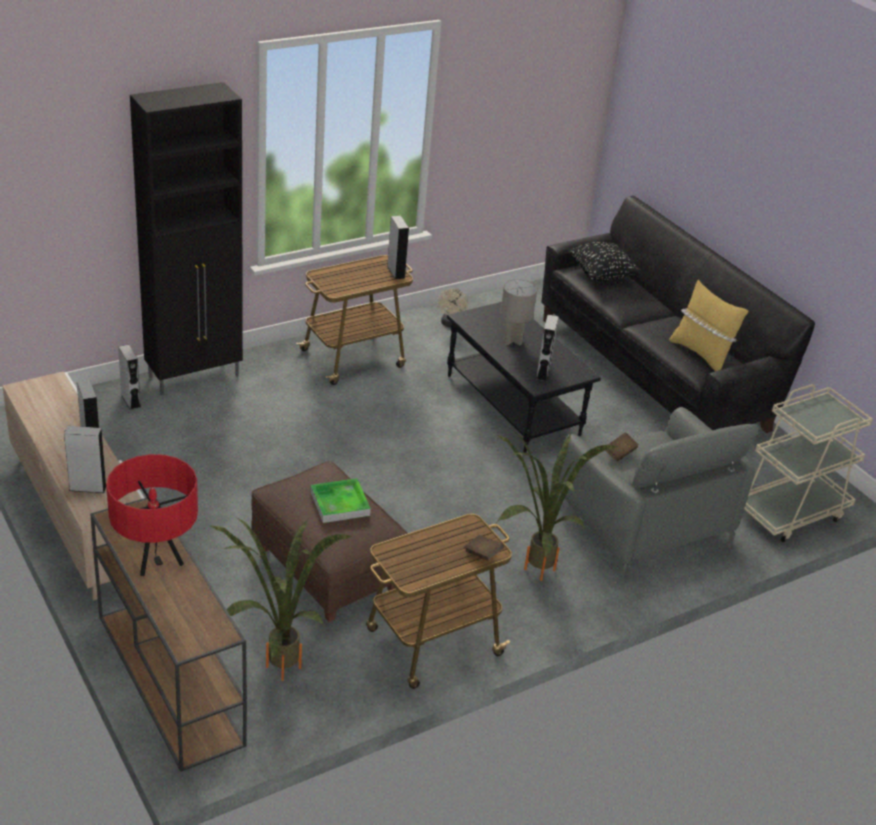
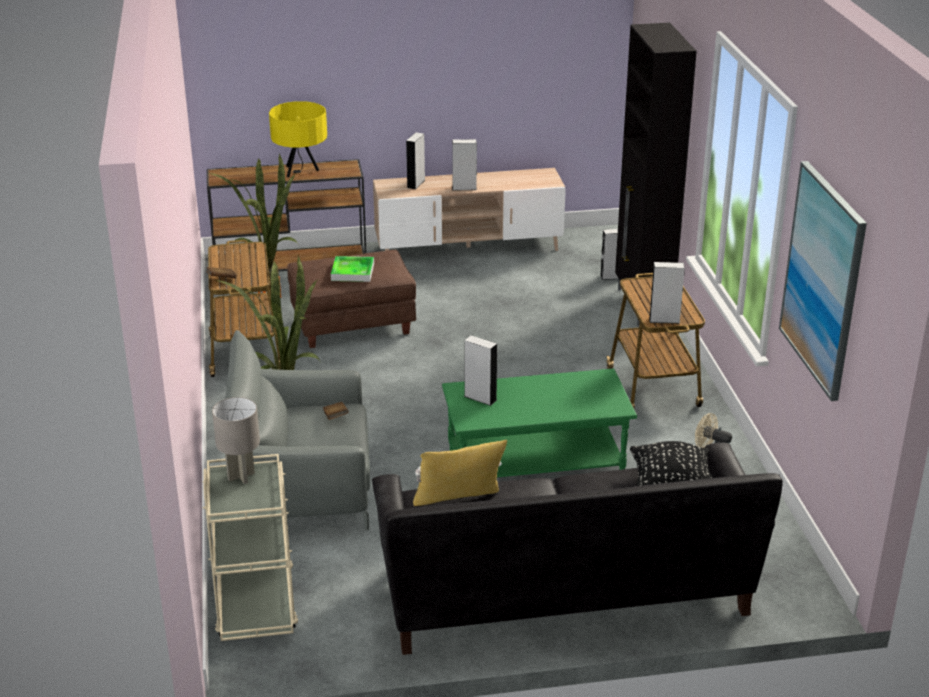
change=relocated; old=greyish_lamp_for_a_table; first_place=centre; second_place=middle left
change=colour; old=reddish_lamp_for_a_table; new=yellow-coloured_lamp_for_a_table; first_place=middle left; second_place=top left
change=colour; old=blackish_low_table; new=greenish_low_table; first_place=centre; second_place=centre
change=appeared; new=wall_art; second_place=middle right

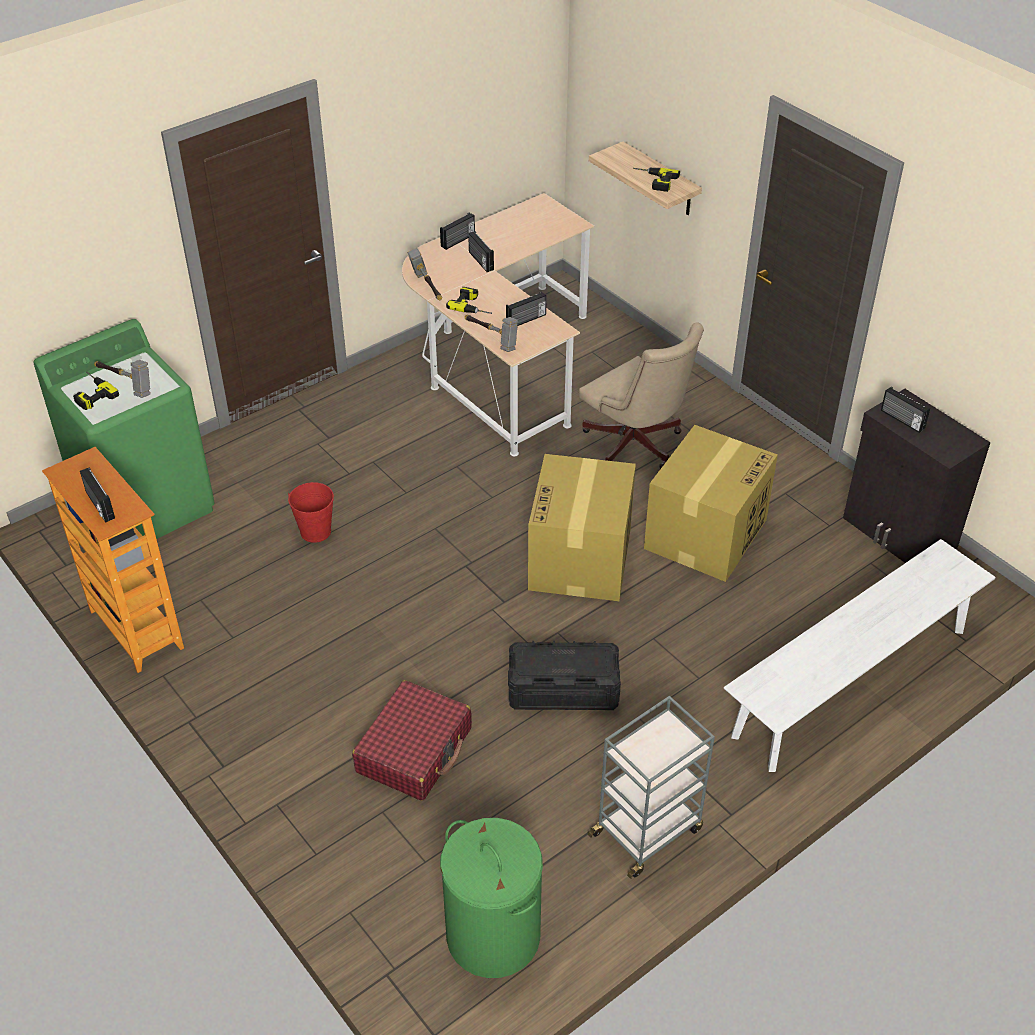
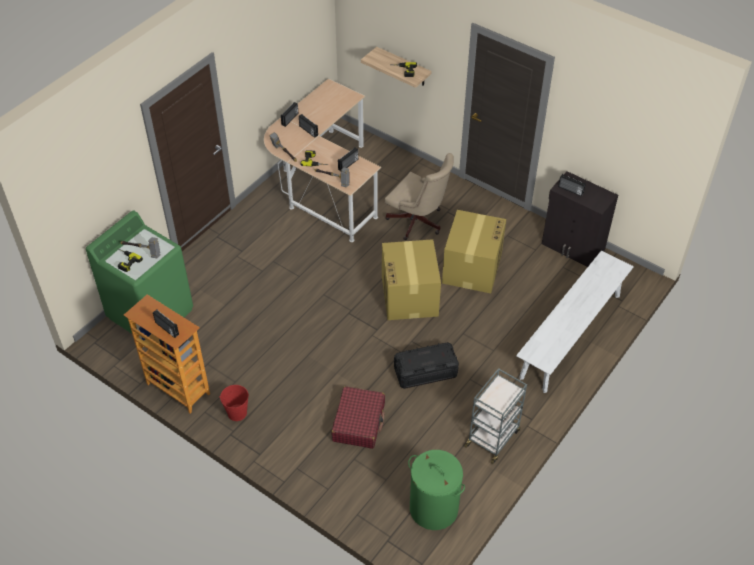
change=relocated; old=reddish_bucket; first_place=middle left; second_place=bottom left

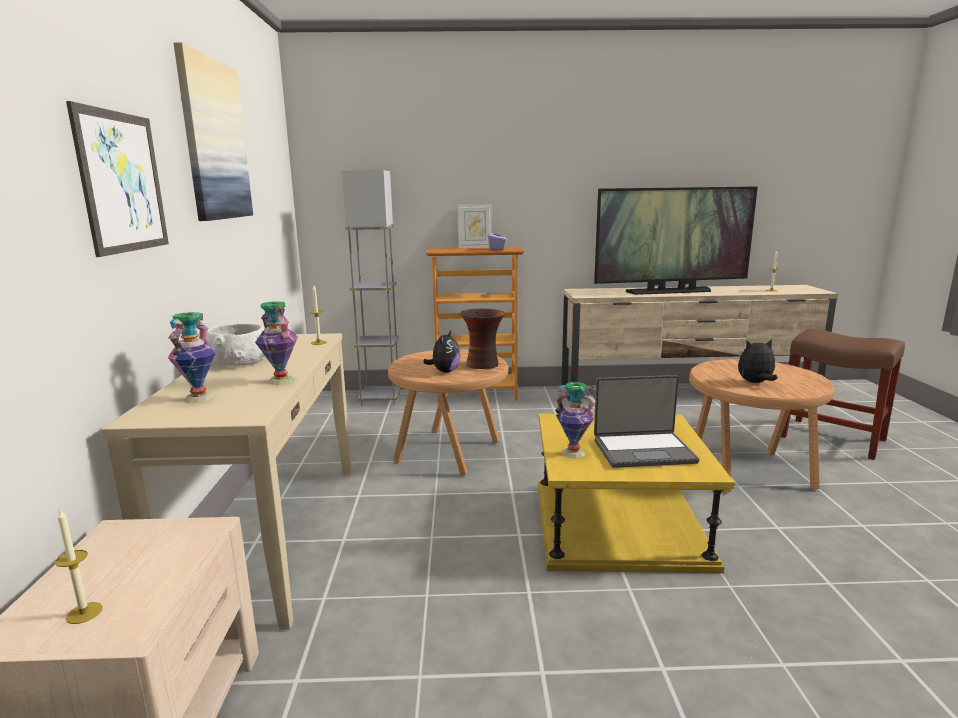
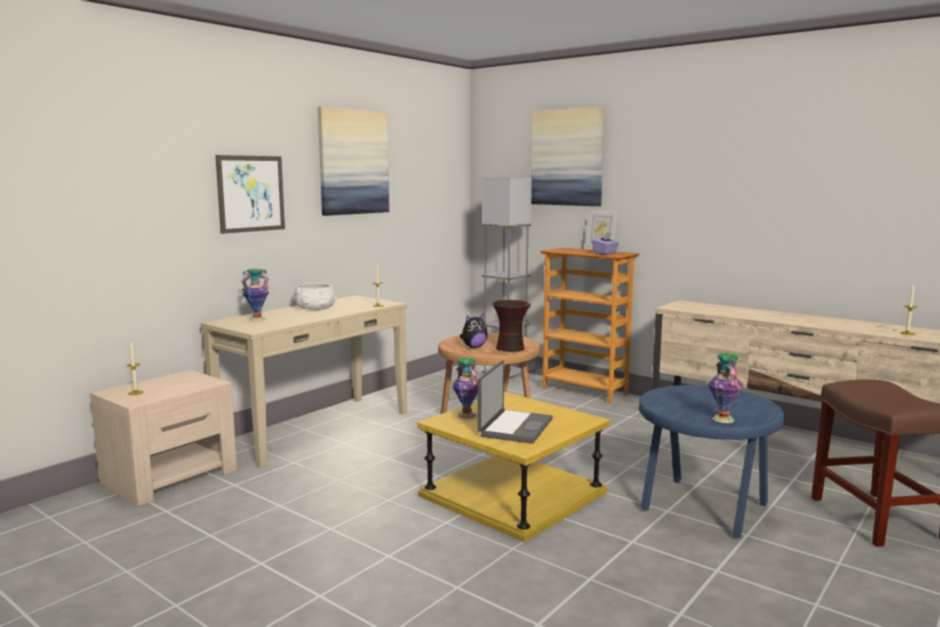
change=spun; old=notebook_computer; first_place=middle right; second_place=centre; degrees=-105
change=appeared; new=wall_art (no. 3 from left); second_place=top centre
change=colour; old=brown_end_table (no. 2 from left); new=bluish_end_table; first_place=middle right; second_place=bottom right
change=relocated; old=decorative_vase (no. 2 from left in the first image); new=decorative_vase (no. 4 from left); first_place=middle left; second_place=middle right
change=missing; old=TV; first_place=middle right
change=missing; old=soft_toy (no. 2 from left); first_place=middle right

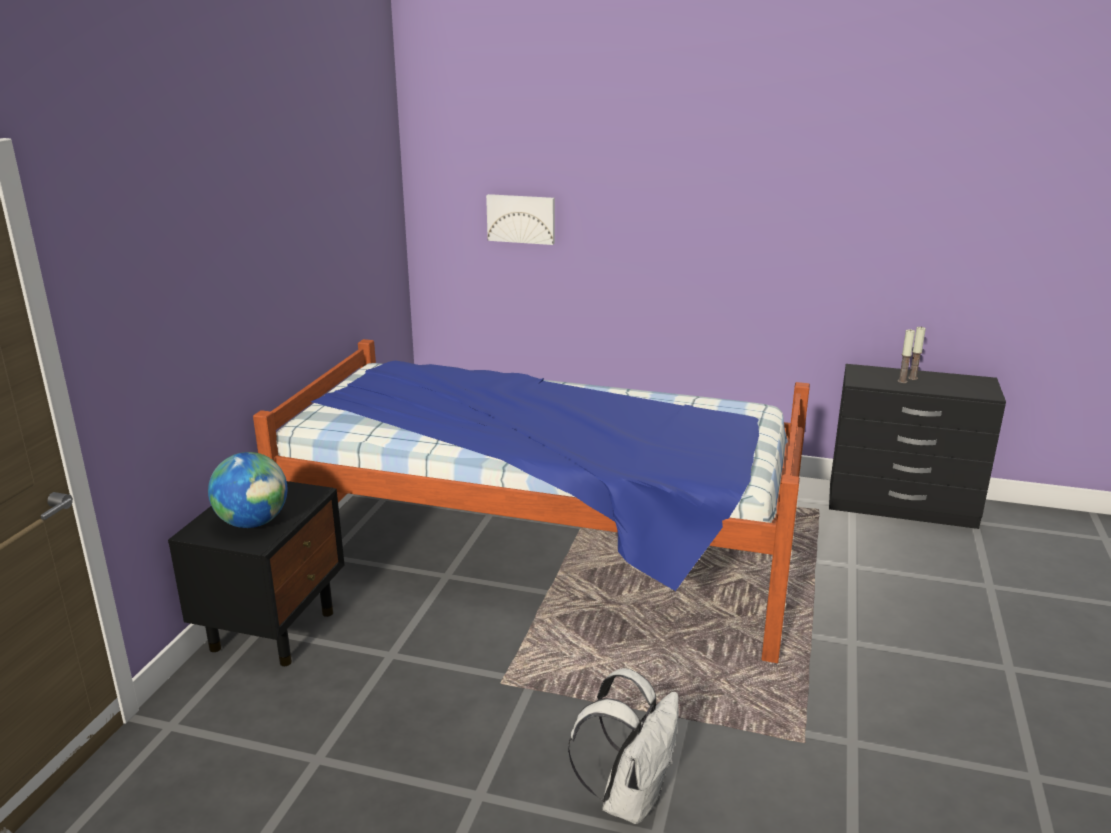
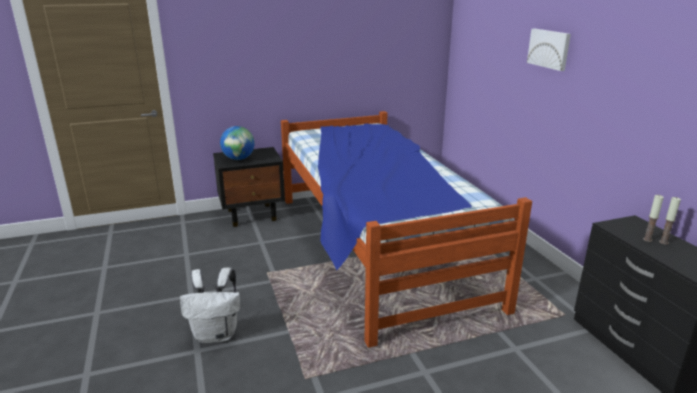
change=relocated; old=wall_art; first_place=top centre; second_place=top right

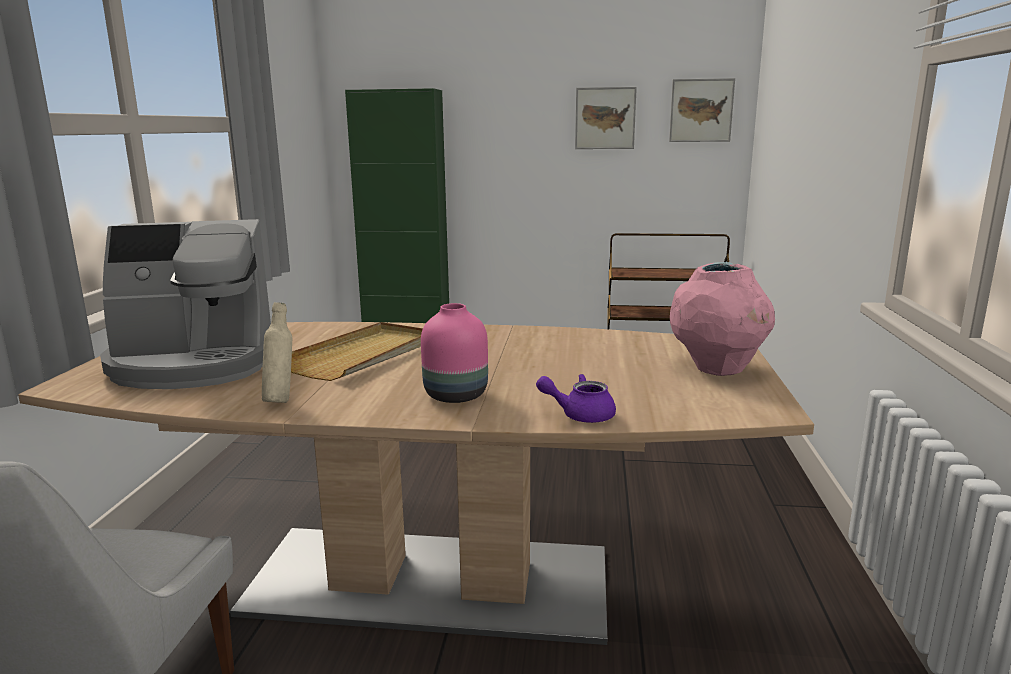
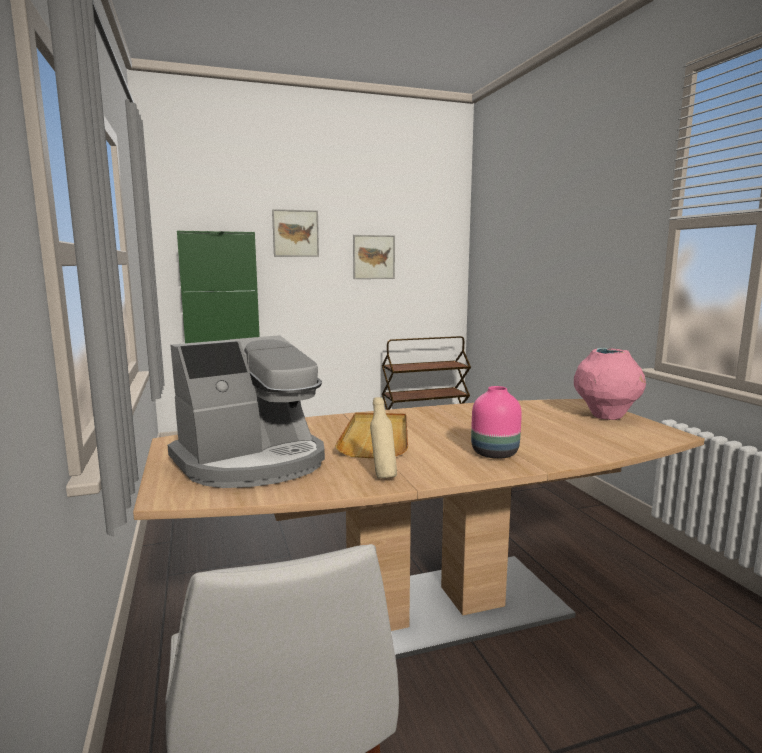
change=relocated; old=wall_art (no. 2 from left in the first image); new=wall_art (no. 1 from left); first_place=top right; second_place=top centre
change=missing; old=purplish_tea_pot; first_place=centre

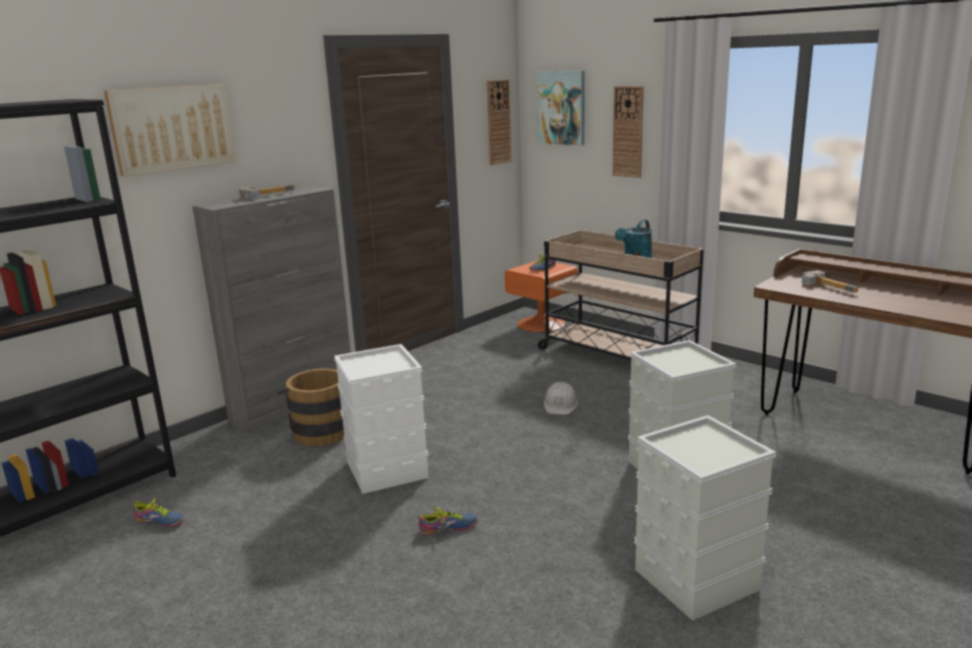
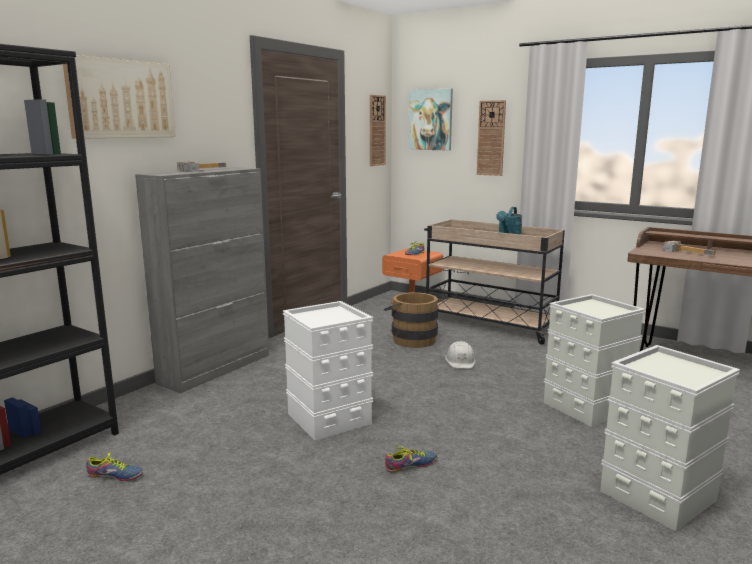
change=relocated; old=brown_bucket; first_place=middle left; second_place=centre

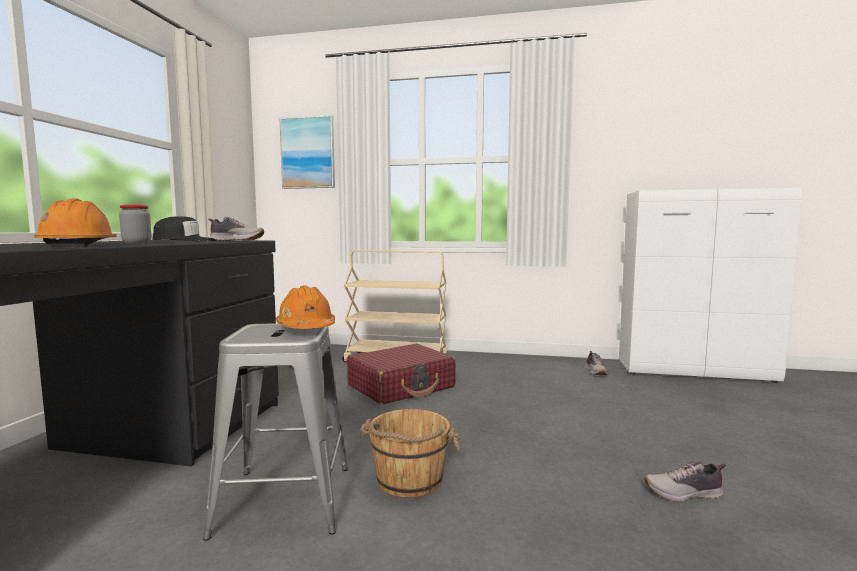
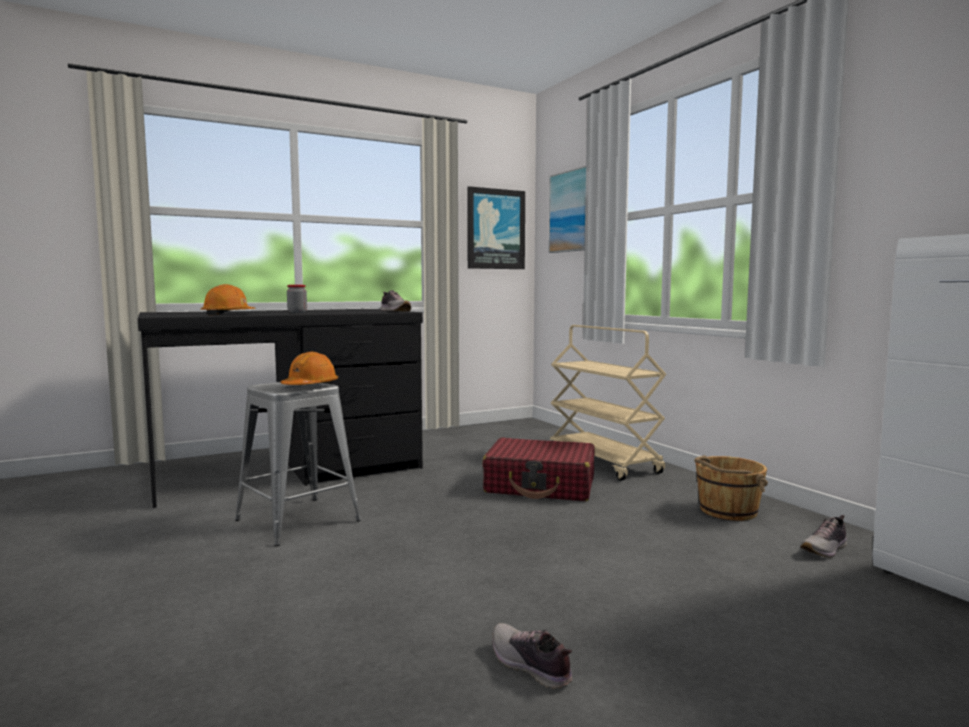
change=appeared; new=wall_art (no. 1 from left); second_place=top centre
change=relocated; old=brown_bucket; first_place=bottom centre; second_place=bottom right
change=missing; old=blackish_cap; first_place=middle left

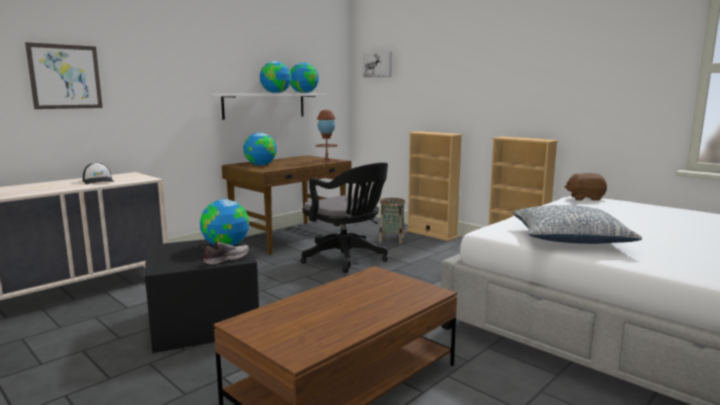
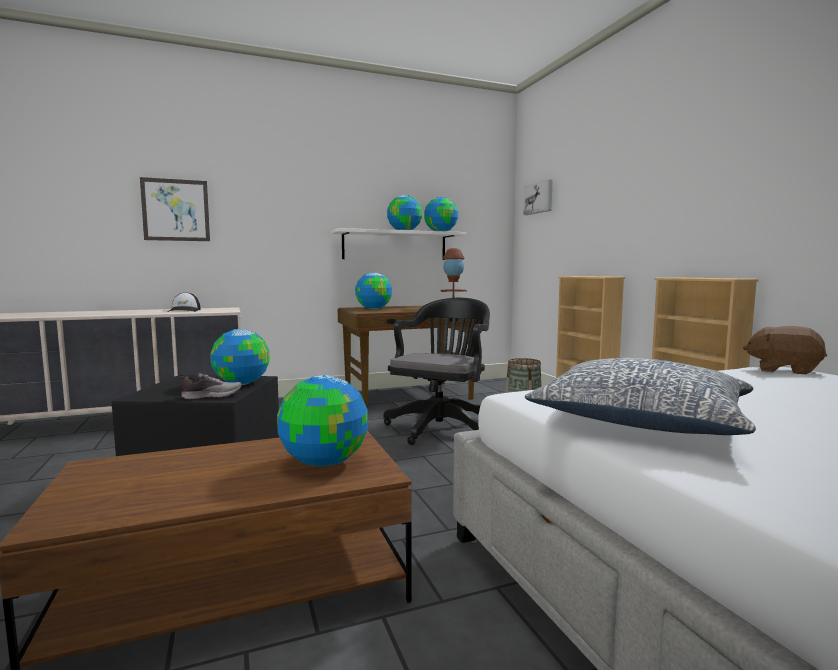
change=appeared; new=globe (no. 2 from left); second_place=centre
change=spun; old=blackish_office_chair; first_place=centre; second_place=centre; degrees=-135

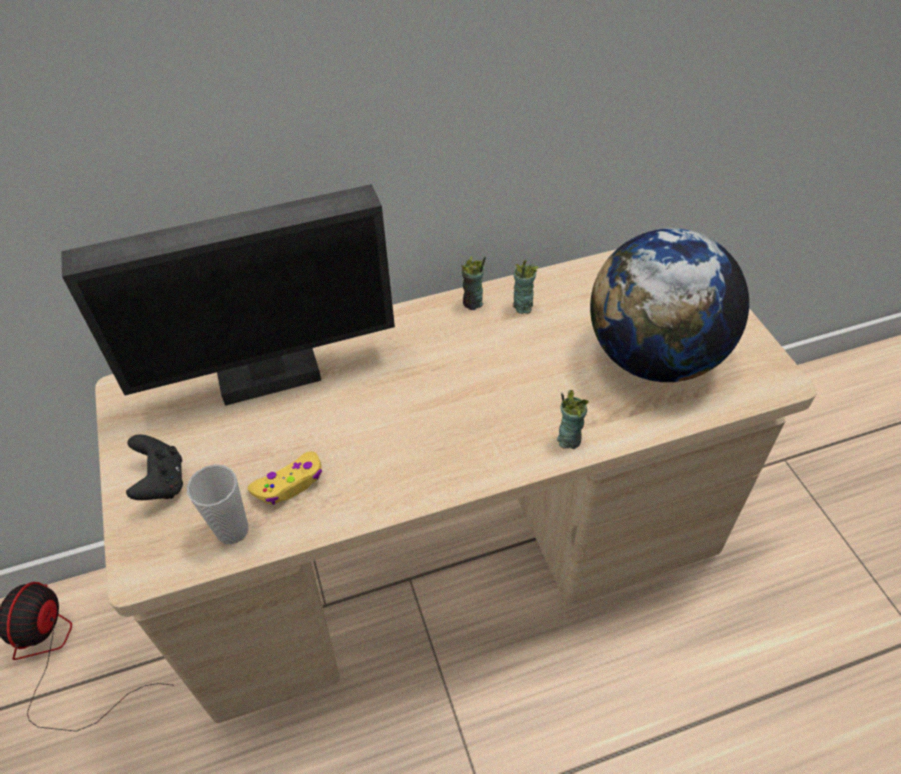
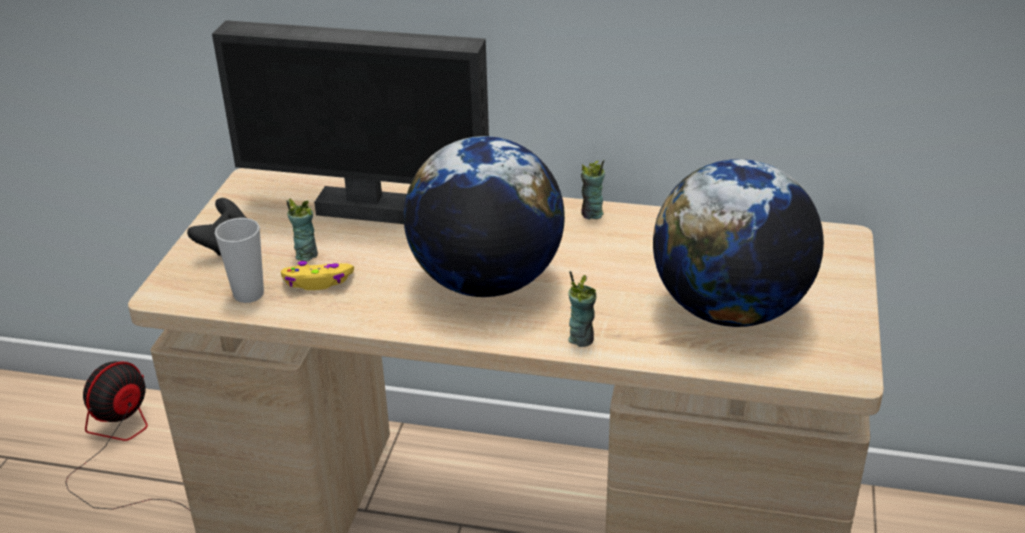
change=relocated; old=small_cup (no. 3 from left in the first image); new=small_cup (no. 2 from left); first_place=centre; second_place=middle left
change=appeared; new=globe (no. 1 from left); second_place=centre

